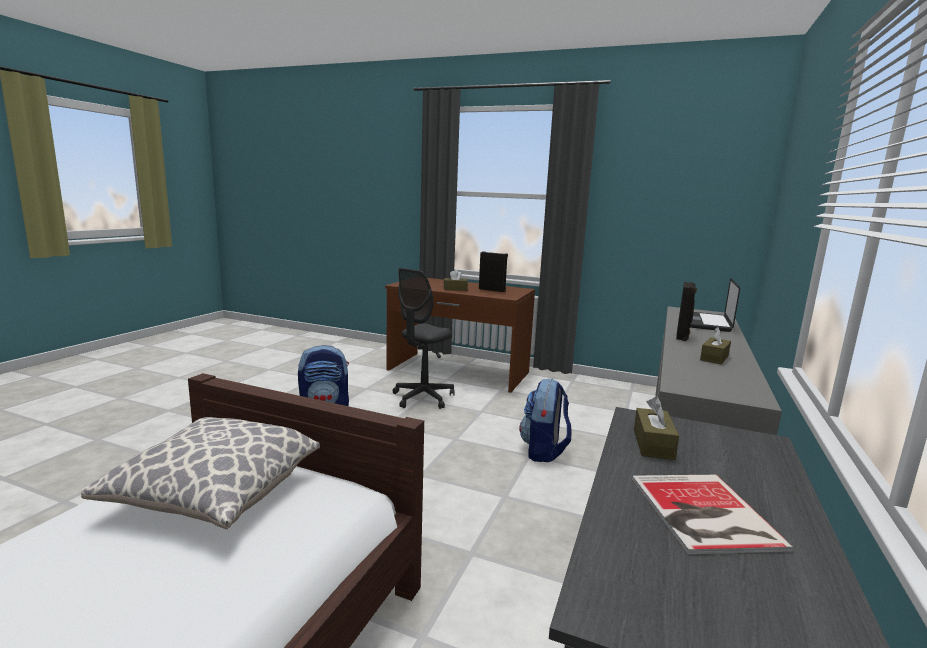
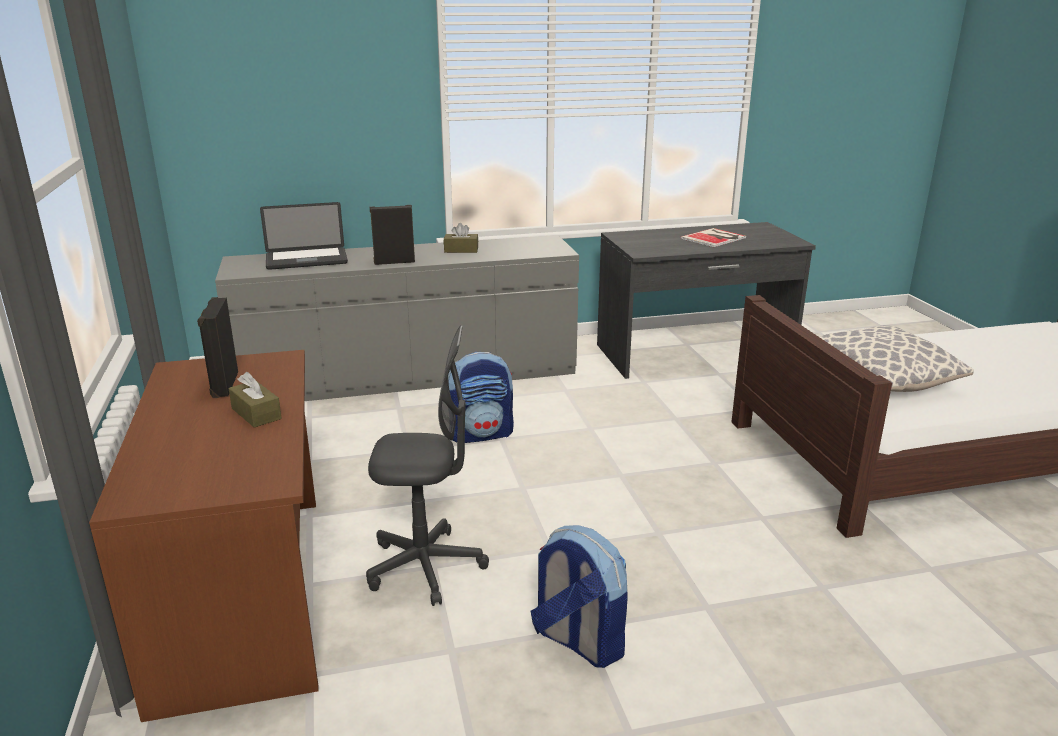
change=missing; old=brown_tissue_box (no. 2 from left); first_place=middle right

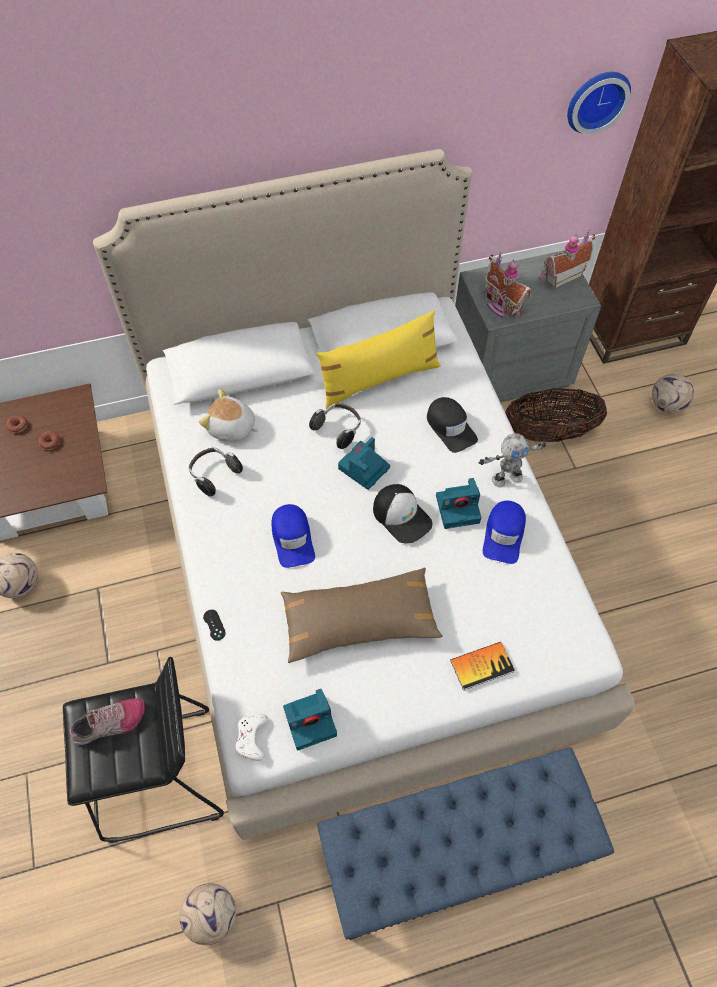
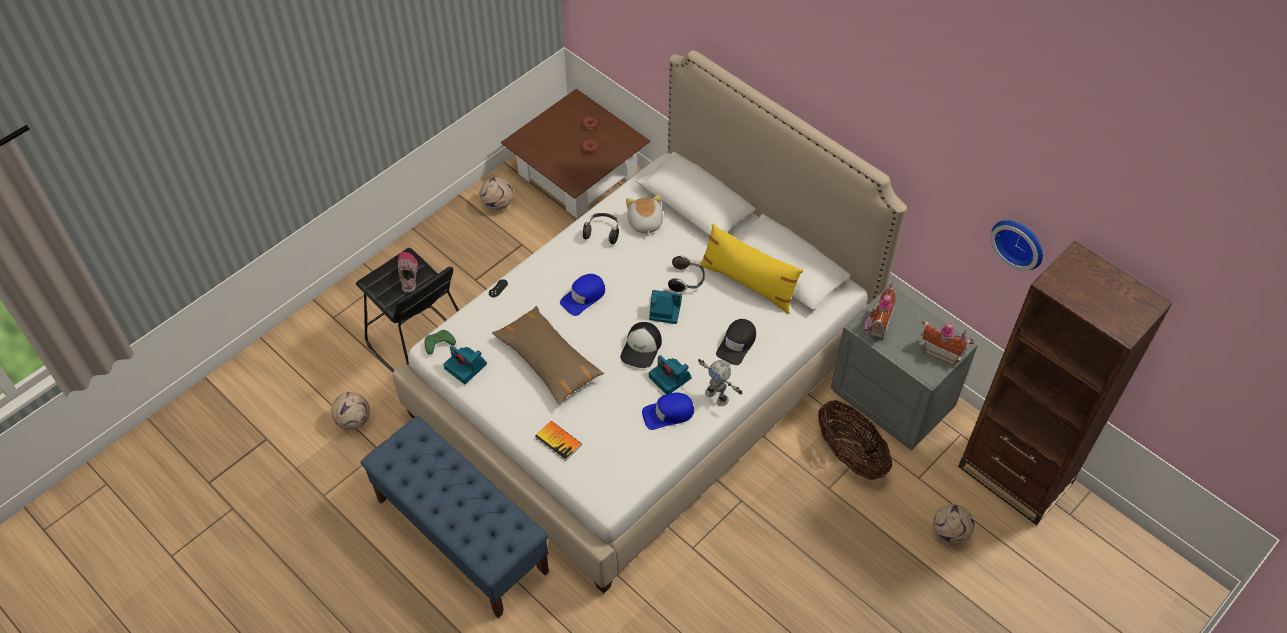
change=spun; old=low_shoe; first_place=bottom left; second_place=middle left; degrees=-135
change=colour; old=white-coloured_game_controller; new=greenish_game_controller; first_place=bottom centre; second_place=centre

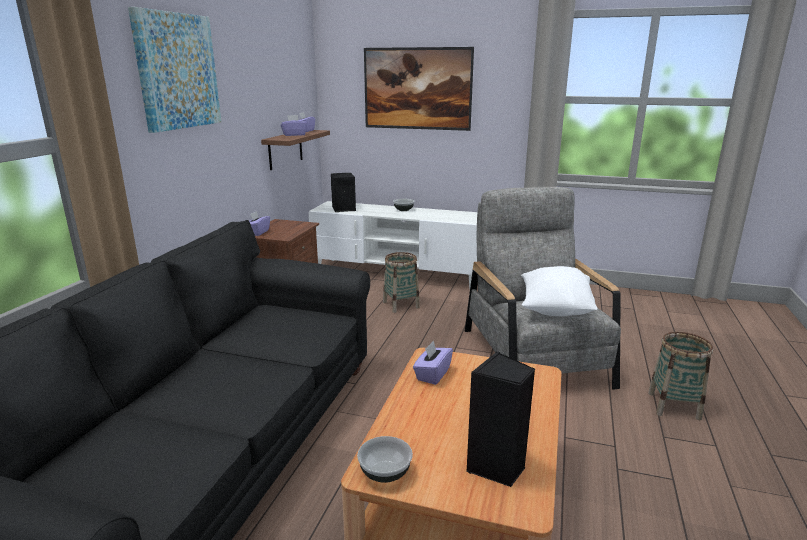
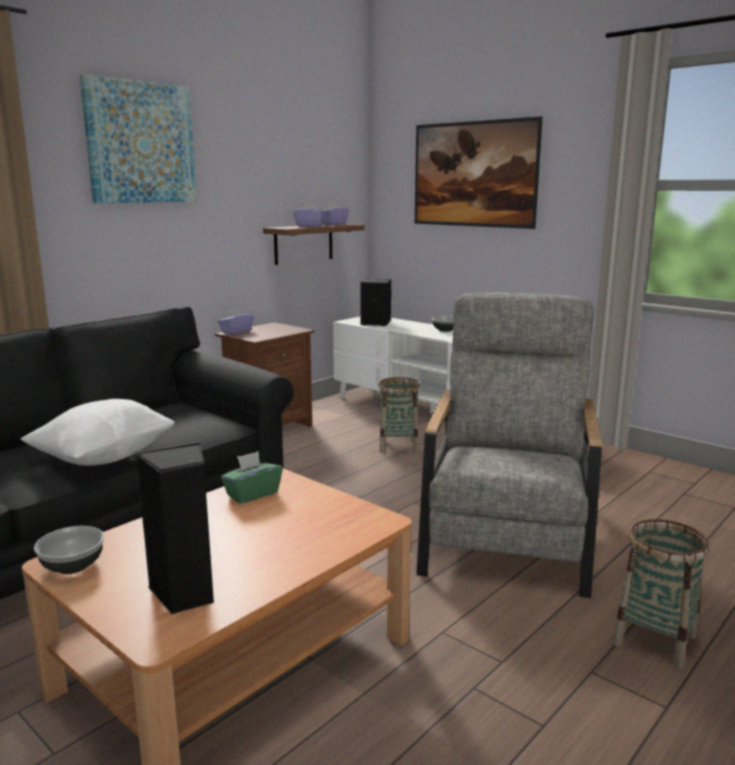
change=relocated; old=white-coloured_throw_pillow; first_place=middle right; second_place=middle left
change=colour; old=purplish_tissue_box (no. 4 from left); new=greenish_tissue_box; first_place=bottom centre; second_place=centre

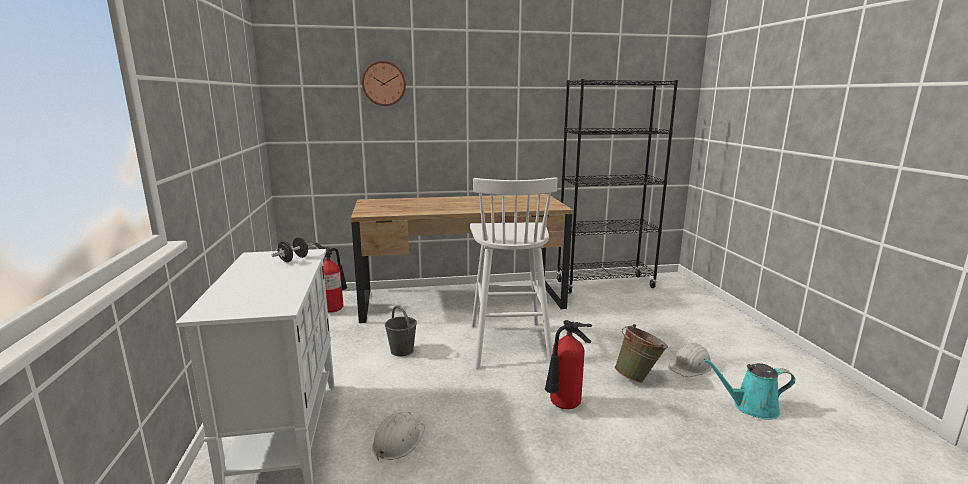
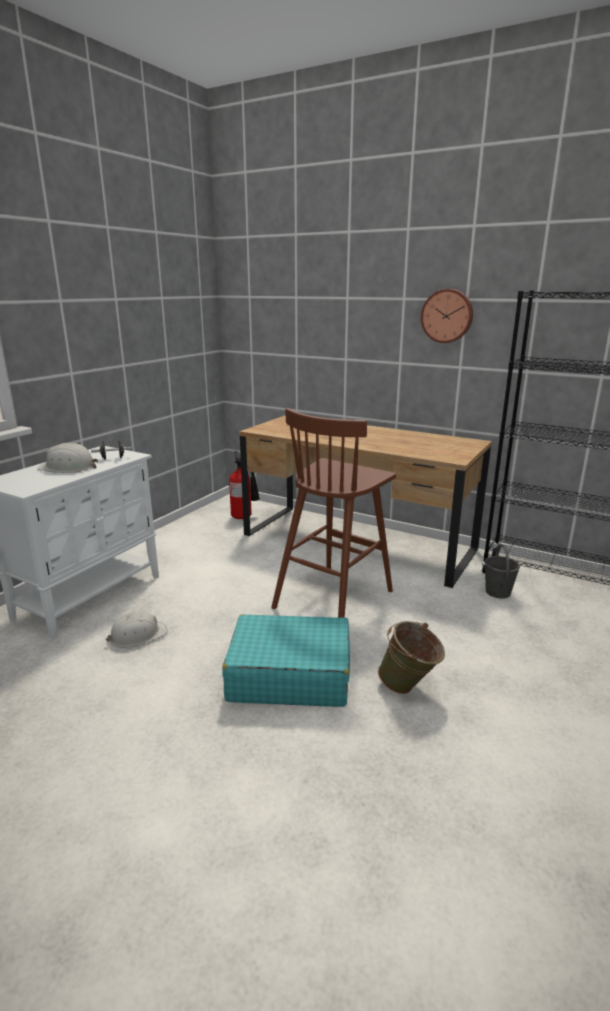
change=relocated; old=white-coloured_hard_hat (no. 2 from left in the first image); new=white-coloured_hard_hat (no. 1 from left); first_place=bottom right; second_place=middle left
change=exchanged; old=fire-fighting_cylinder (no. 2 from left); new=turquoise_suitcase; first_place=bottom centre; second_place=centre
change=colour; old=white-coloured_stool_seat; new=brown_stool_seat; first_place=centre; second_place=centre
change=relocated; old=hanging_clock; first_place=top centre; second_place=top right
change=relocated; old=greyish_bucket; first_place=bottom centre; second_place=middle right
change=missing; old=turquoise_watering_pot; first_place=bottom right

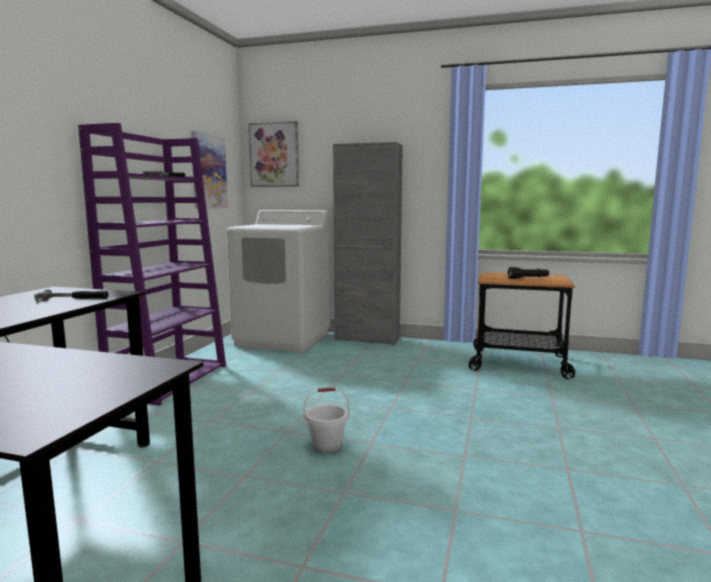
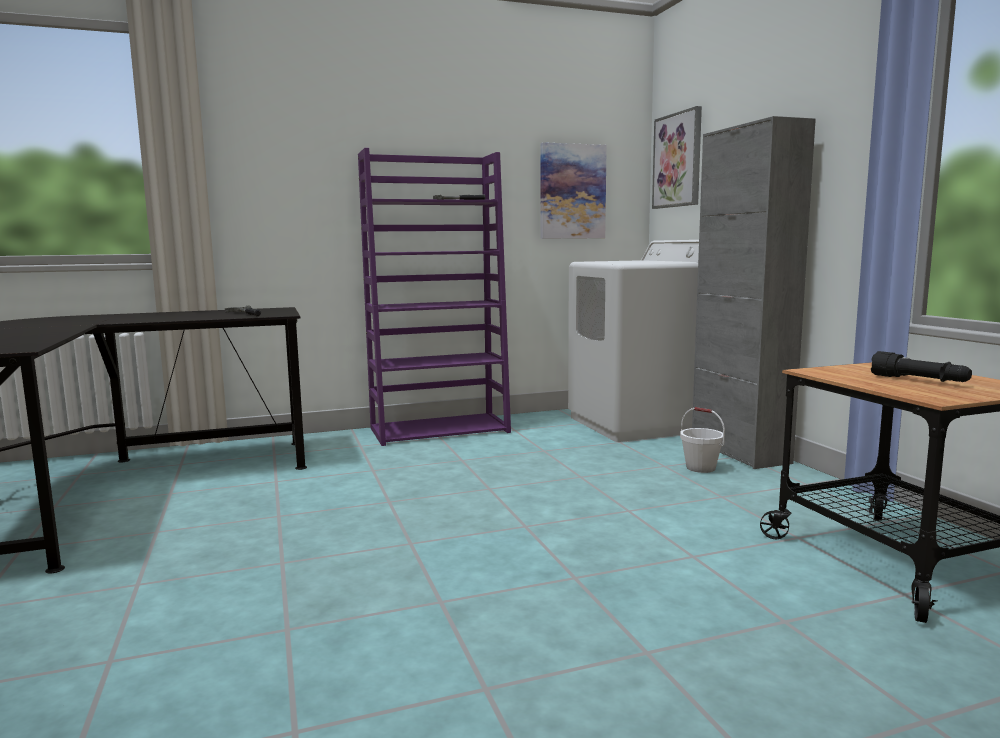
change=relocated; old=white-coloured_bucket; first_place=bottom centre; second_place=middle right

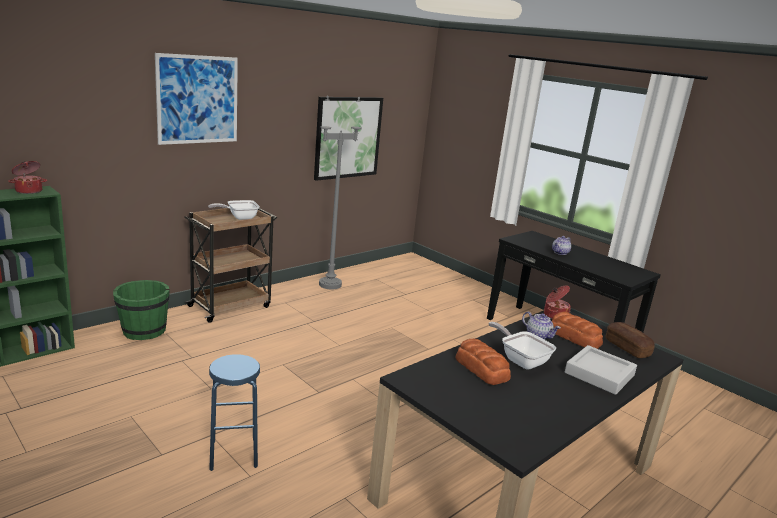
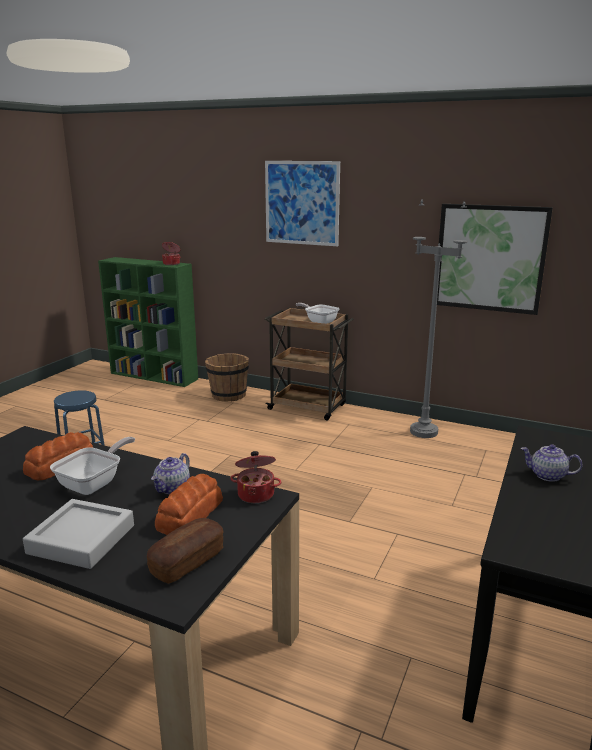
change=colour; old=greenish_bucket; new=brown_bucket; first_place=middle left; second_place=centre

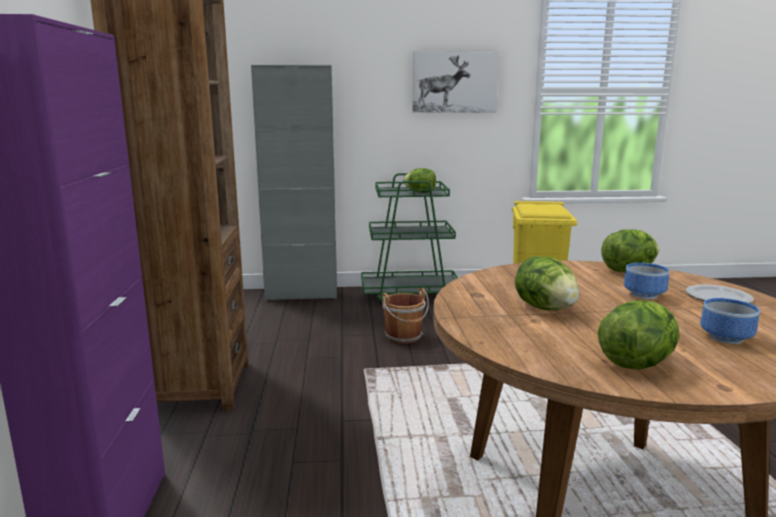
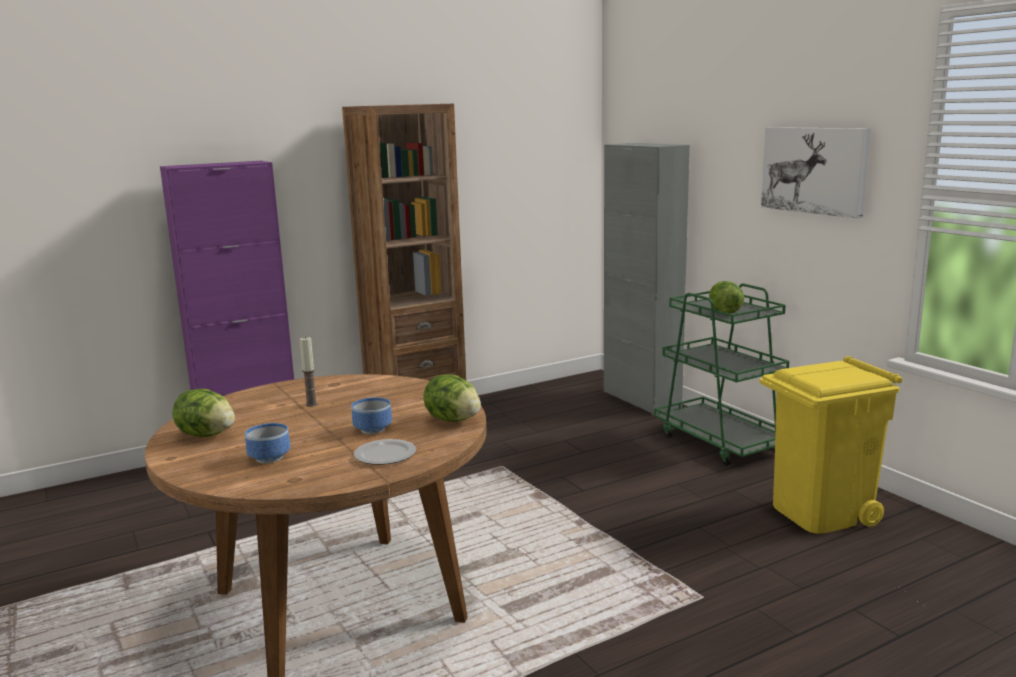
change=exchanged; old=lettuce_head (no. 2 from left); new=candle; first_place=middle right; second_place=middle left
change=missing; old=brown_bucket; first_place=centre

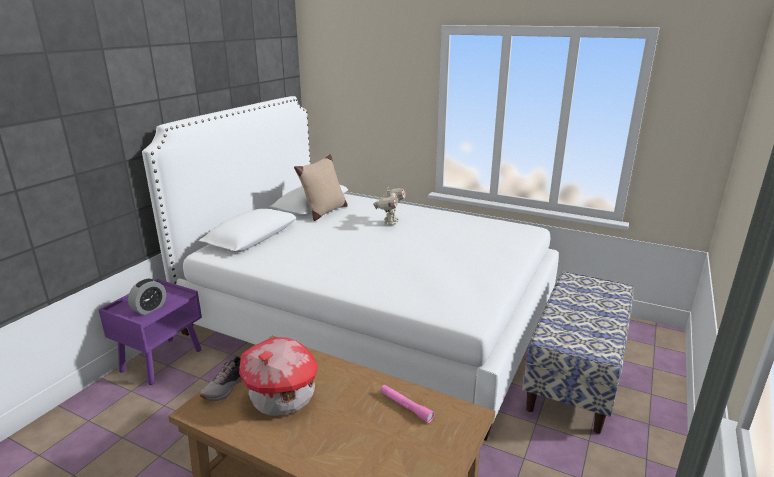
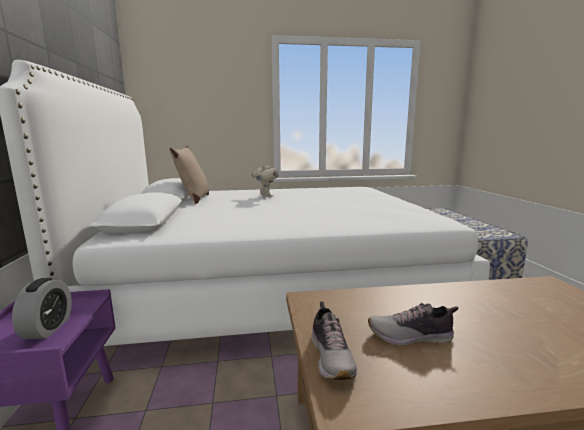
change=exchanged; old=miniature_house; new=low_shoe (no. 2 from left); first_place=bottom centre; second_place=bottom right
change=missing; old=pink_hand_torch; first_place=bottom centre

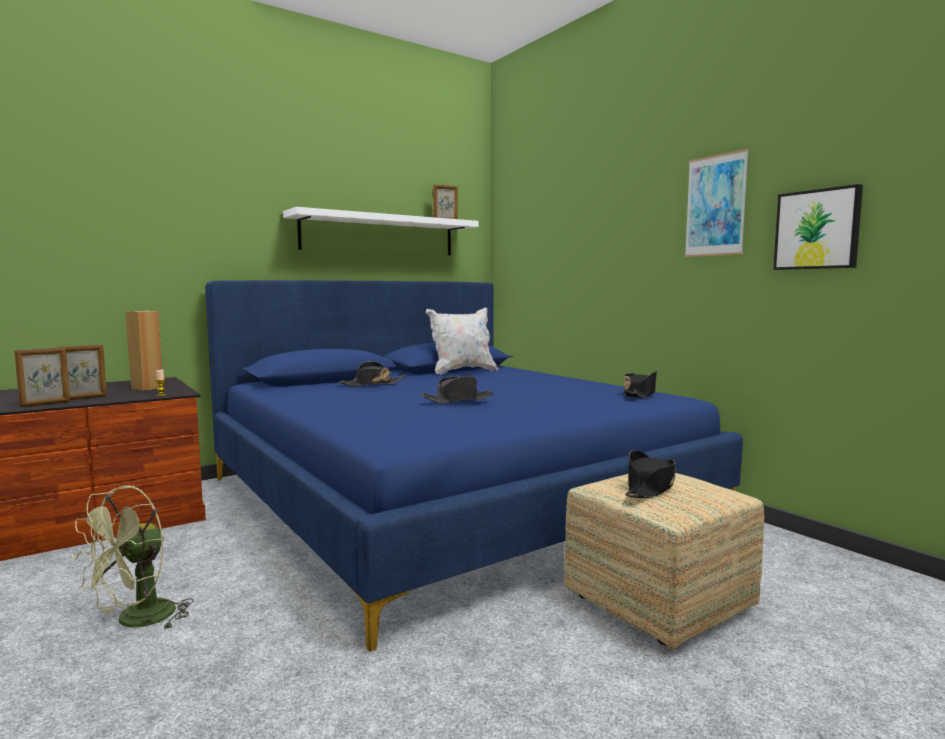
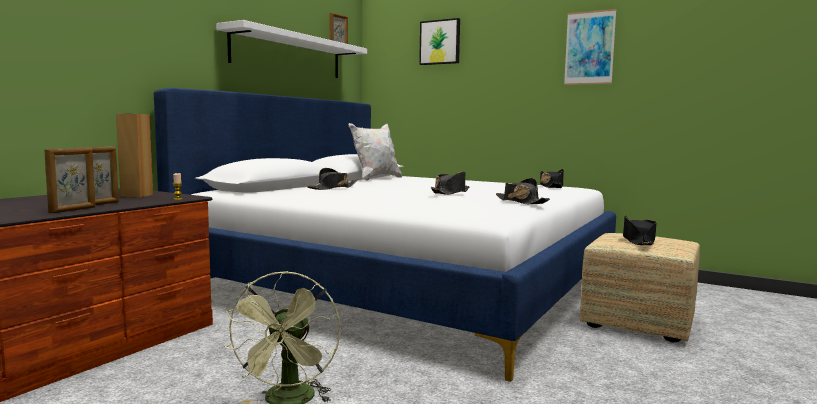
change=colour; old=bluish_bed; new=white-coloured_bed; first_place=centre; second_place=centre
change=relocated; old=wall_art (no. 2 from left in the first image); new=wall_art (no. 1 from left); first_place=top right; second_place=top centre
change=appeared; new=blackish_hat (no. 3 from left); second_place=centre

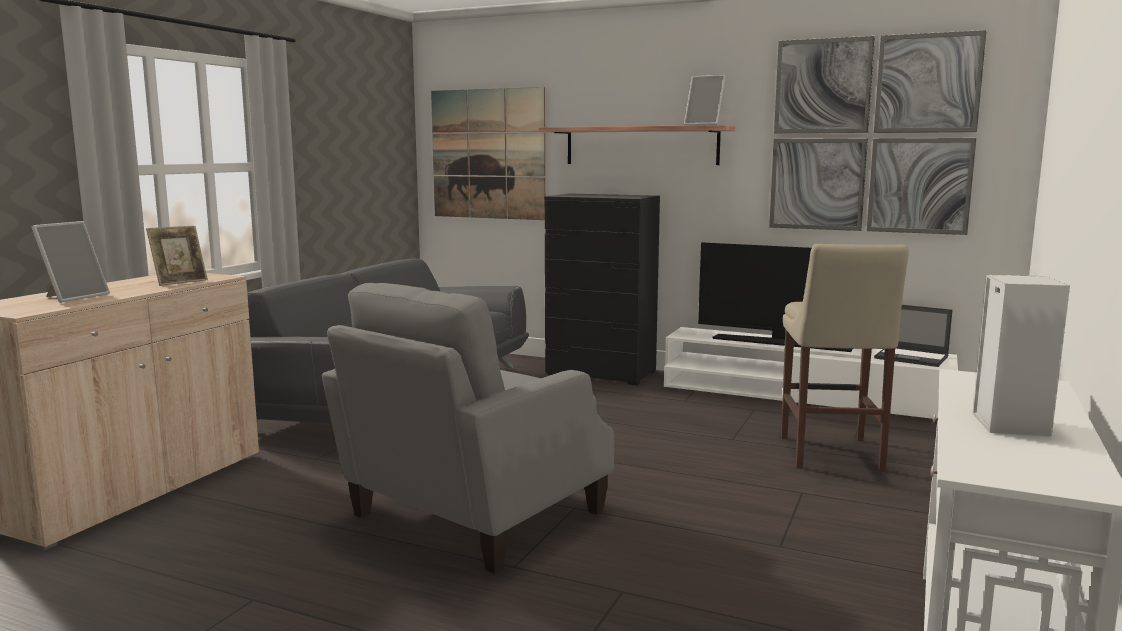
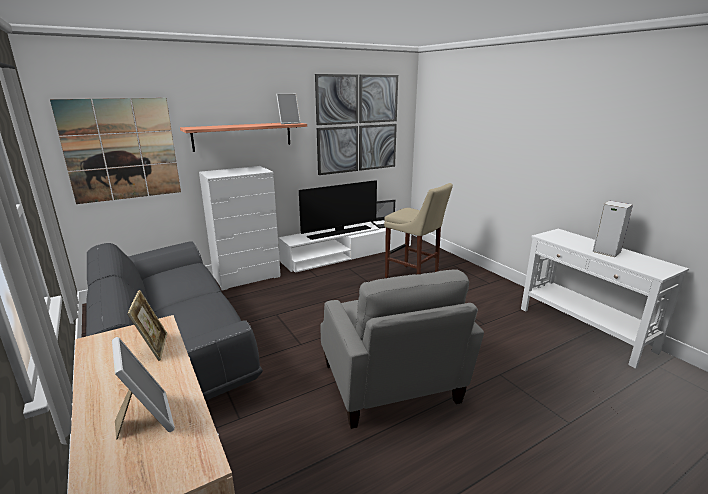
change=colour; old=blackish_dresser; new=white-coloured_dresser; first_place=centre; second_place=centre

